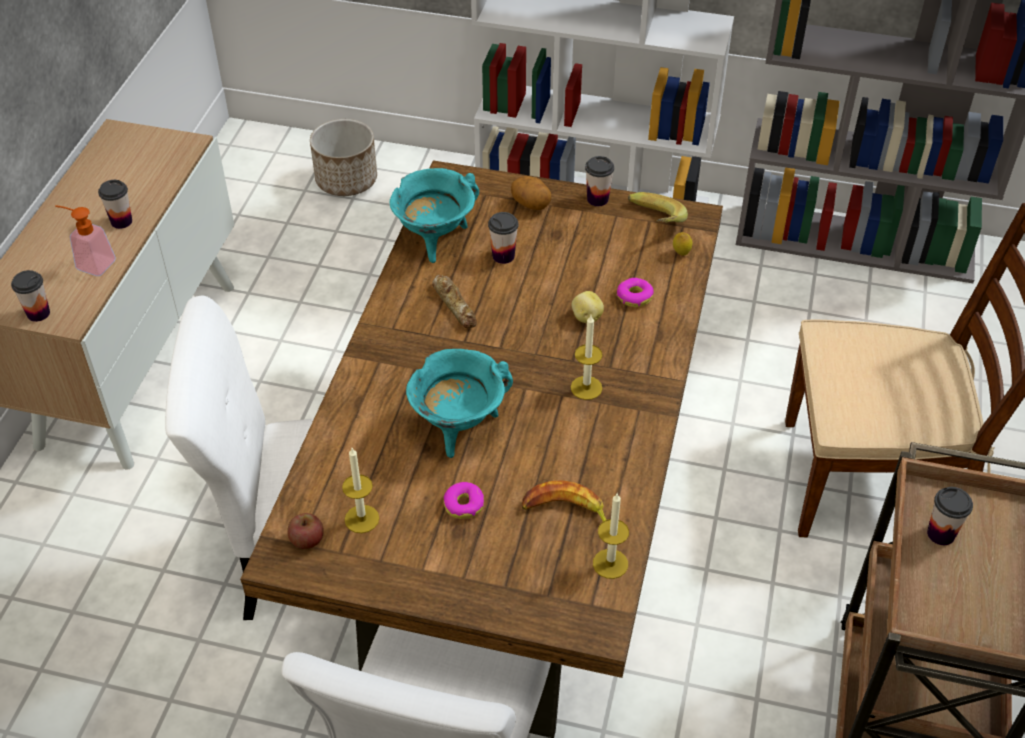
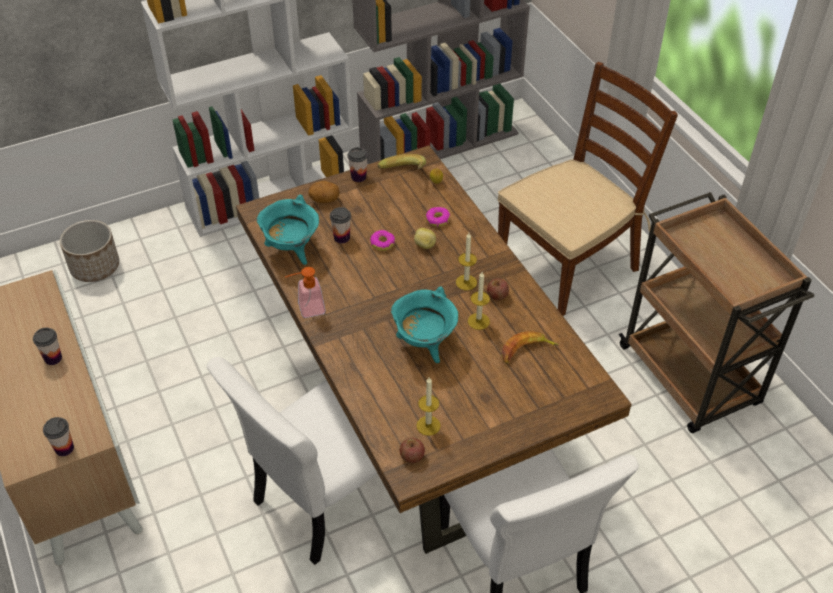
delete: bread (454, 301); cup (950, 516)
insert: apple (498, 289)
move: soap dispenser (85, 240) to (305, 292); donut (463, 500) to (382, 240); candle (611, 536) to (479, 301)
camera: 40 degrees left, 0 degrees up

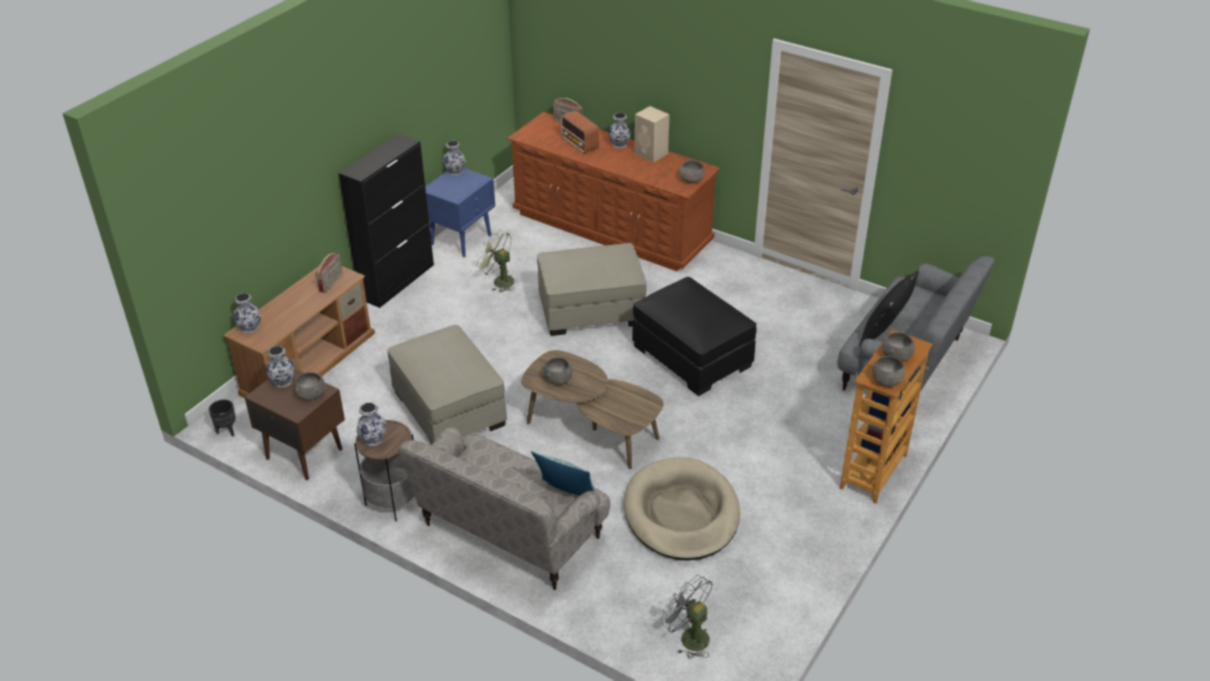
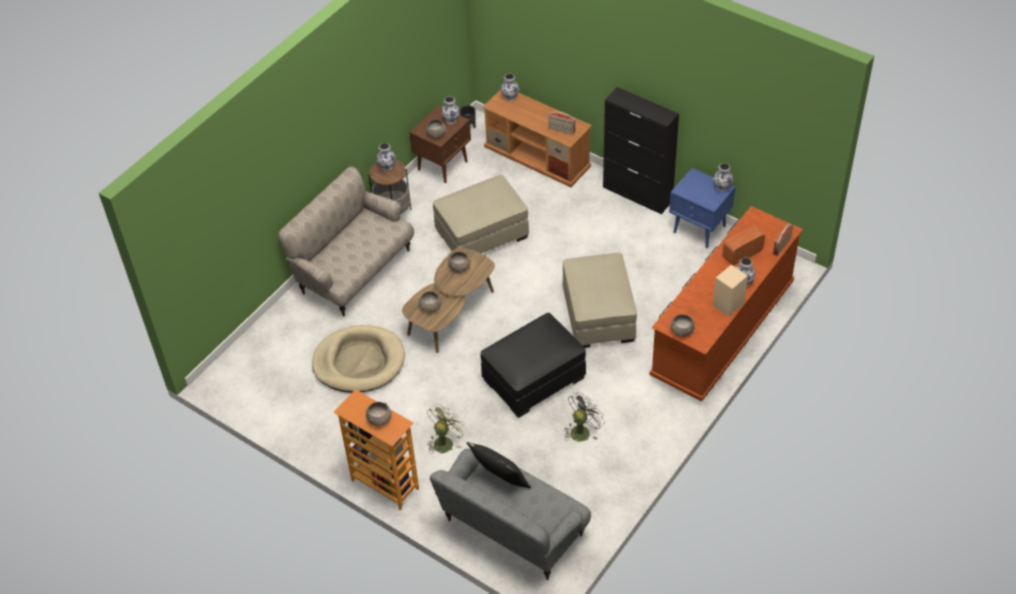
delete: pillow (563, 473)
move: grey bowl (889, 371) to (430, 302); green fan (496, 261) to (447, 429); grey fan (686, 617) to (584, 417)
camera: 95 degrees right, 10 degrees up

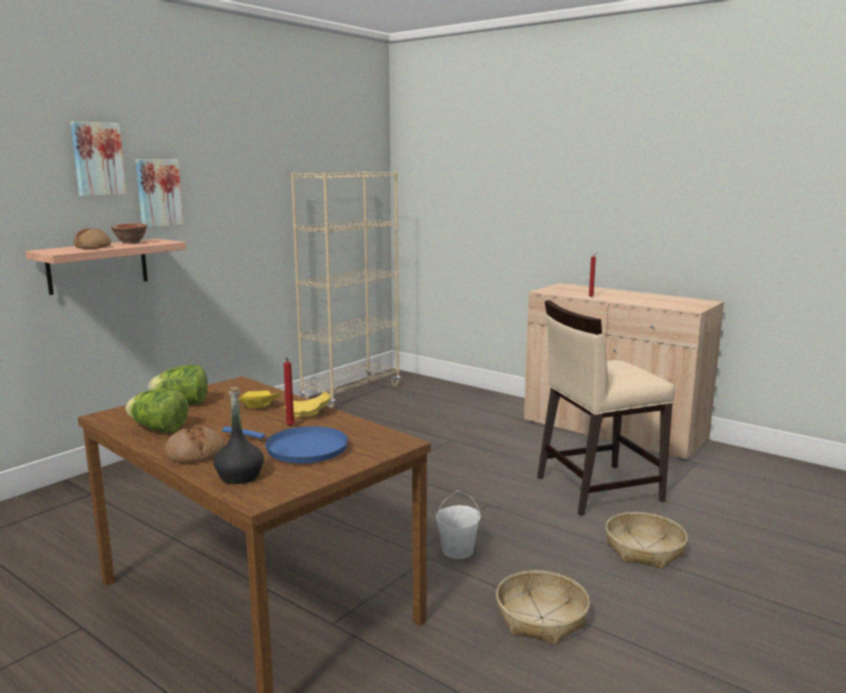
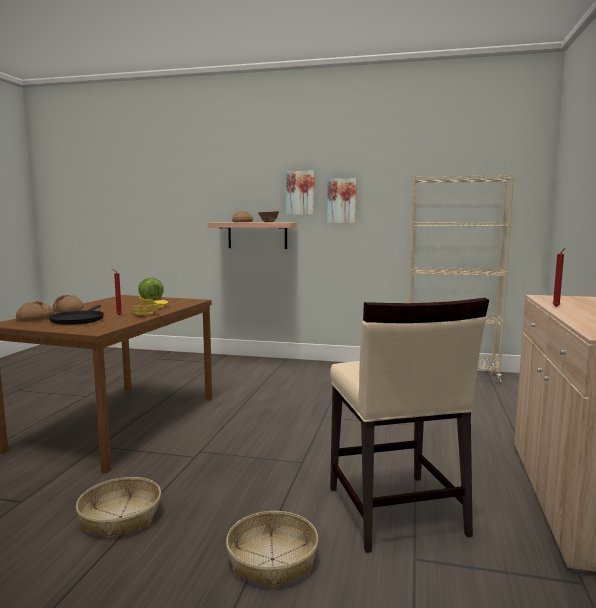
delete: lettuce (157, 410); white bucket (458, 525)
move: picture (99, 158) to (342, 200)
replace: black bottle (238, 435) to bread (35, 311)
recolor: blue frying pan (285, 444) to black frying pan (76, 315)
rotate: beige chair (606, 408) = (409, 425) 150 degrees counterclockwise
camera: 65 degrees right, 5 degrees down

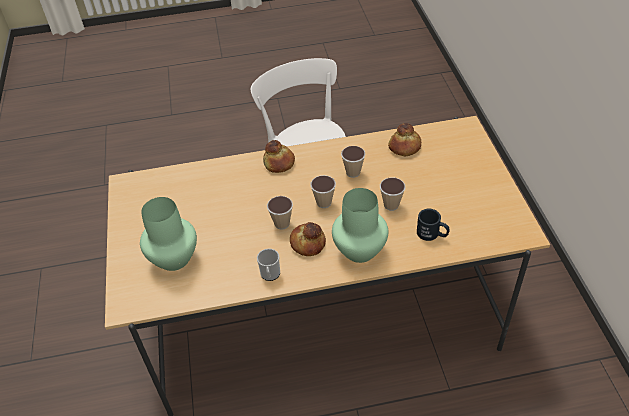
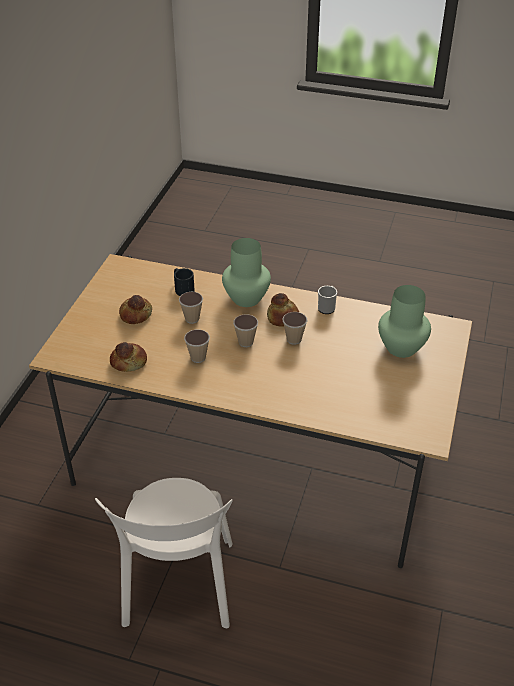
move: bread (279, 156) to (135, 309)
camera: 155 degrees left, 5 degrees down

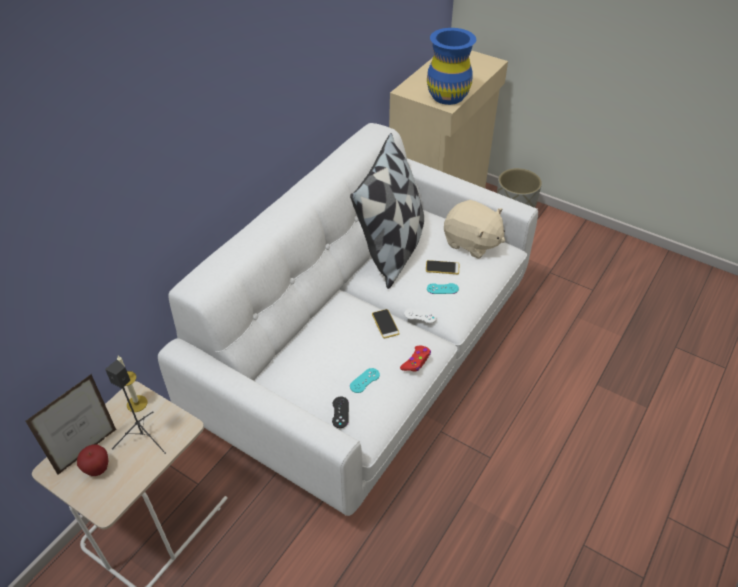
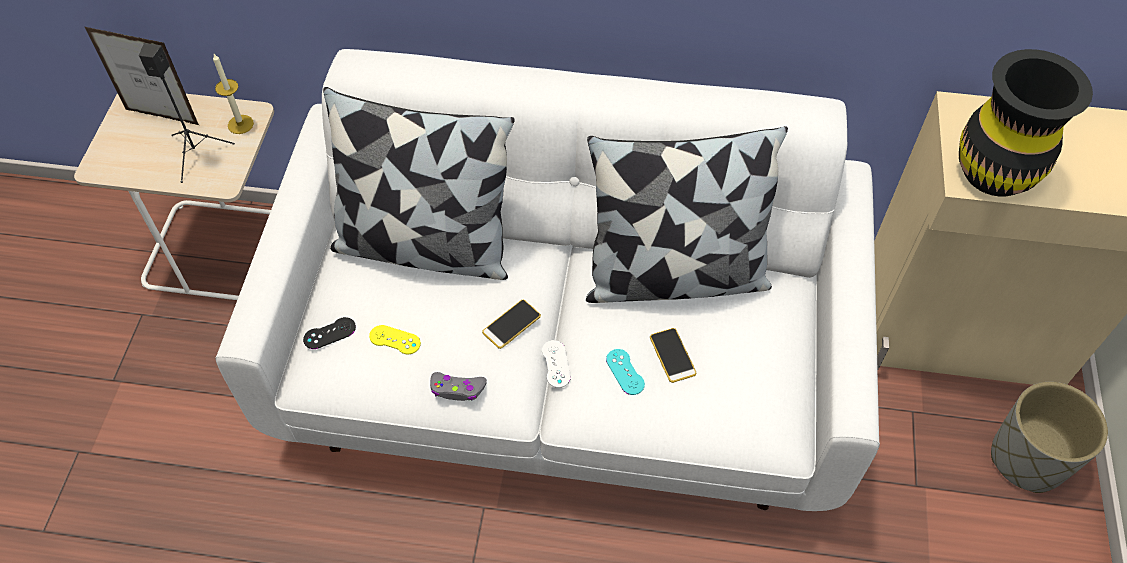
delete: apple (92, 460); beige plush toy (474, 229)
insert: pillow (419, 183)
recolor: turquoise game controller (365, 380) to yellow game controller (395, 339); red game controller (415, 359) to grey game controller (458, 386); blue vase (451, 66) to black vase (1026, 123)
camera: 65 degrees right, 10 degrees up

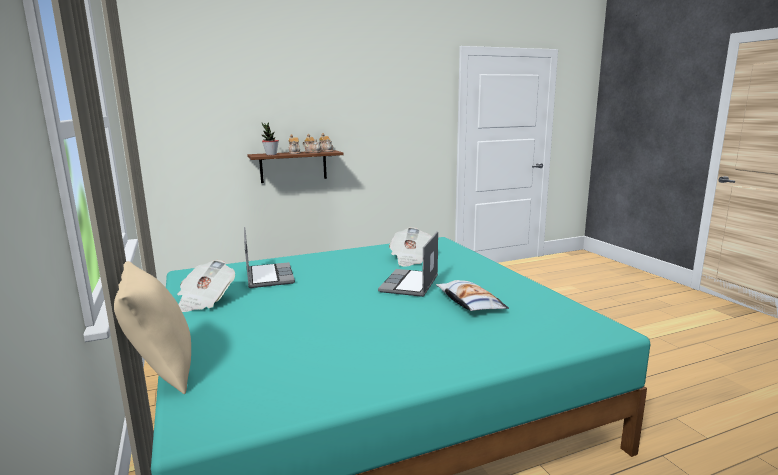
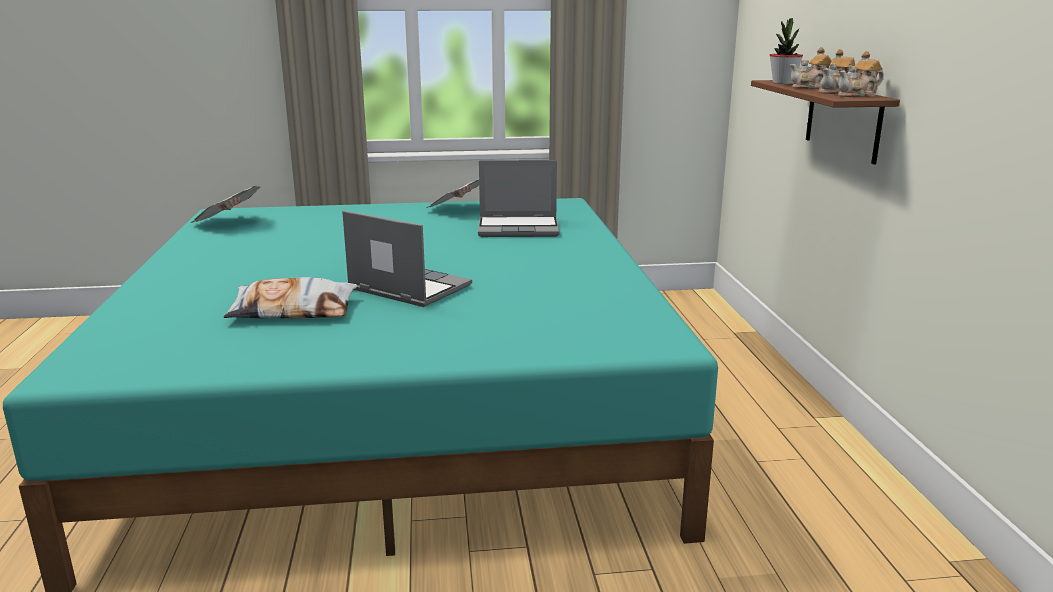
delete: beige pillow (152, 327)
move: newspaper (410, 247) to (225, 204)
camera: 105 degrees right, 5 degrees up

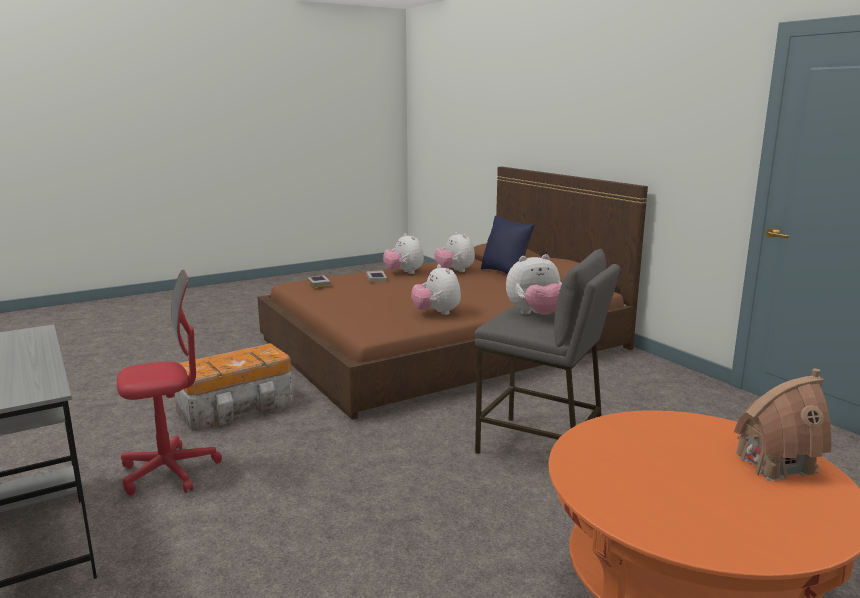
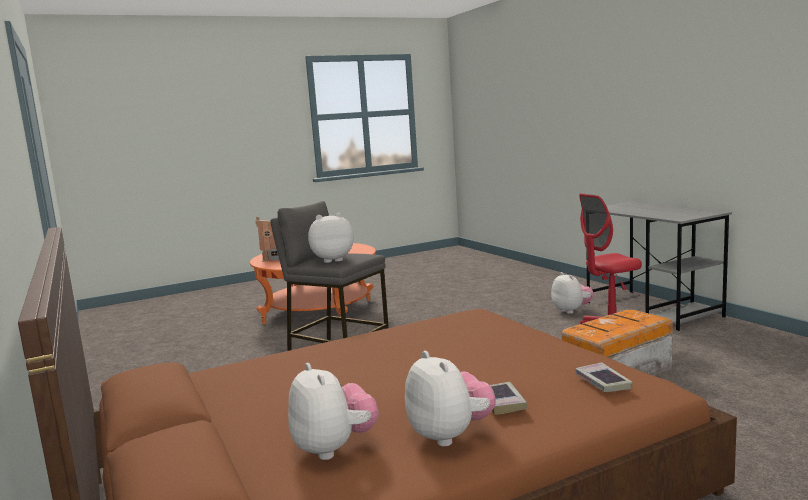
delete: blue pillow (508, 245)
move: plush toy (436, 289) to (572, 293)
camera: 175 degrees left, 5 degrees down

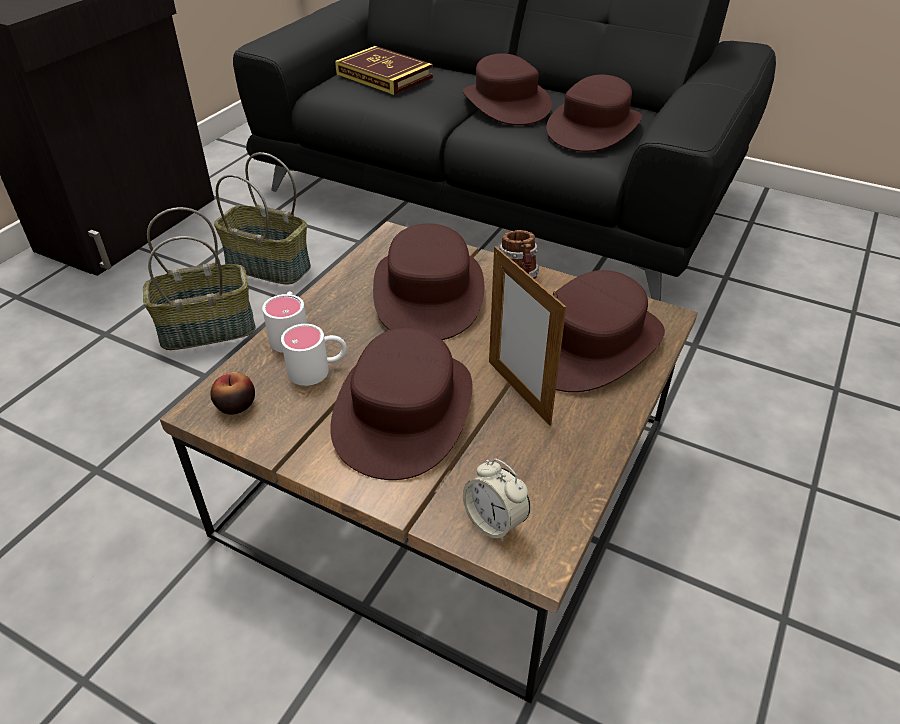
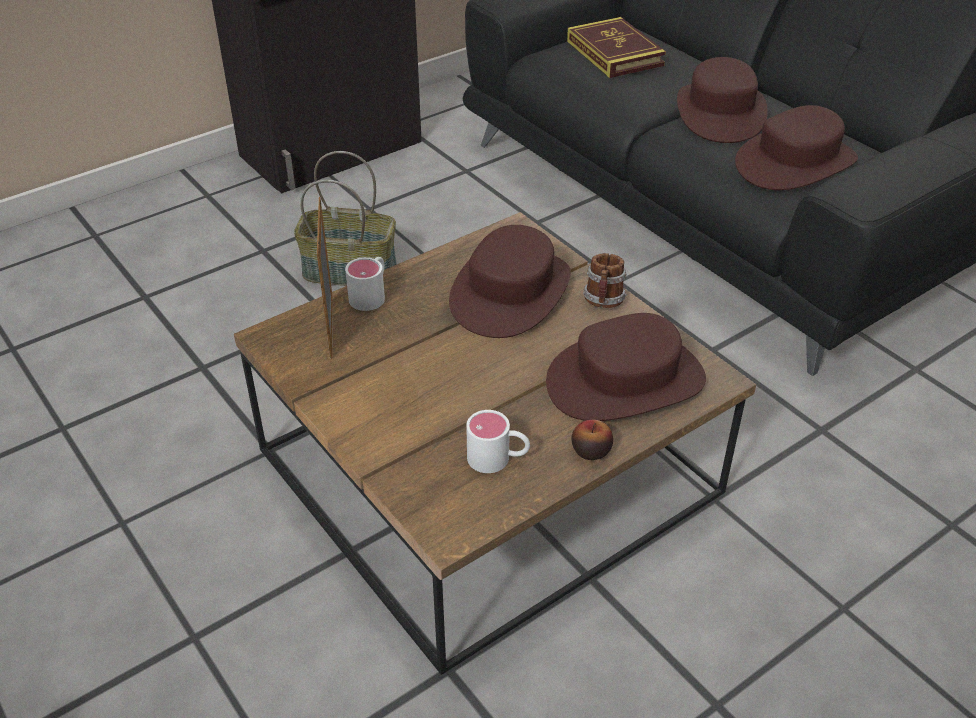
delete: basket (262, 218); brown hat (401, 404); alarm clock (496, 500)
move: picture frame (527, 336) to (325, 278); white mug (314, 355) to (498, 441); apple (232, 393) to (592, 440)
camera: 25 degrees right, 0 degrees up

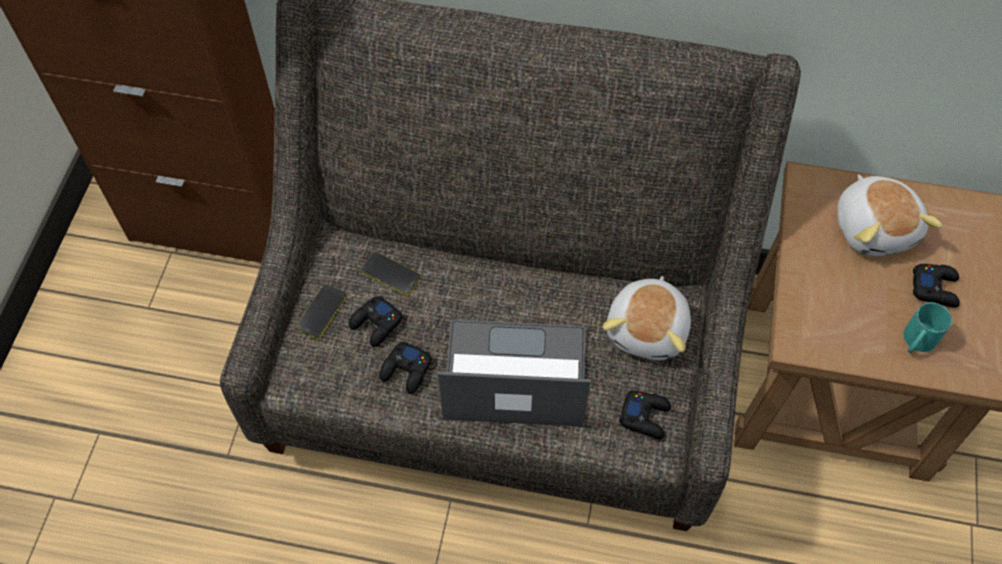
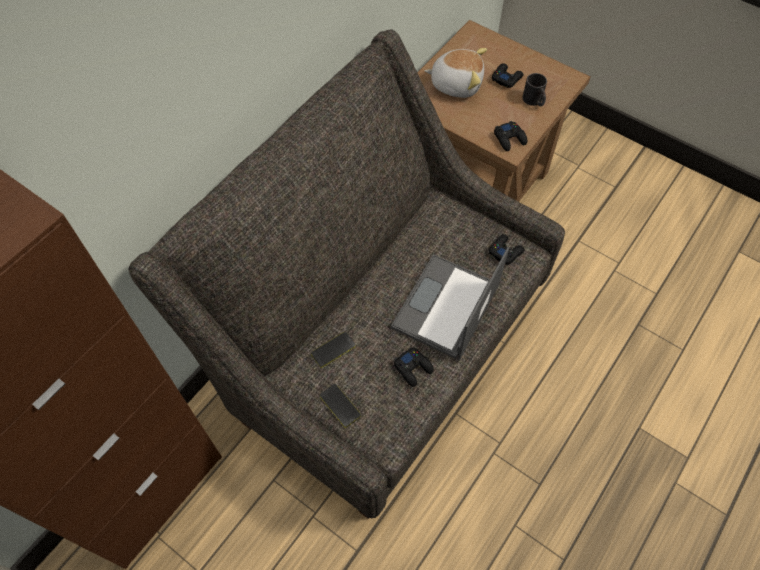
delete: plush toy (647, 318)
move: black game controller (375, 321) to (510, 136)
recolor: turquoise mug (927, 327) to black mug (534, 89)
camera: 65 degrees left, 0 degrees up

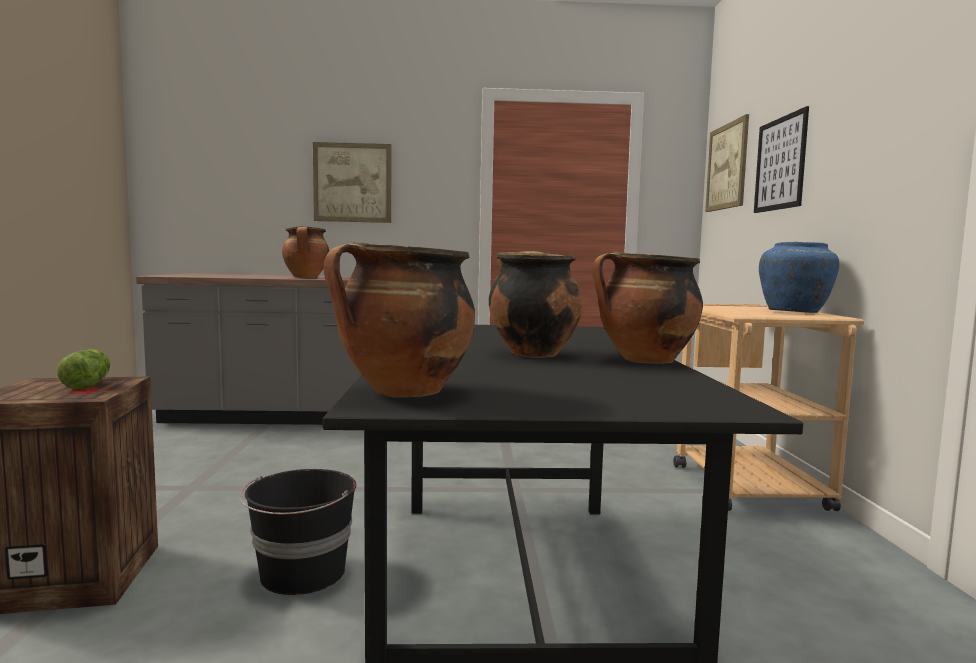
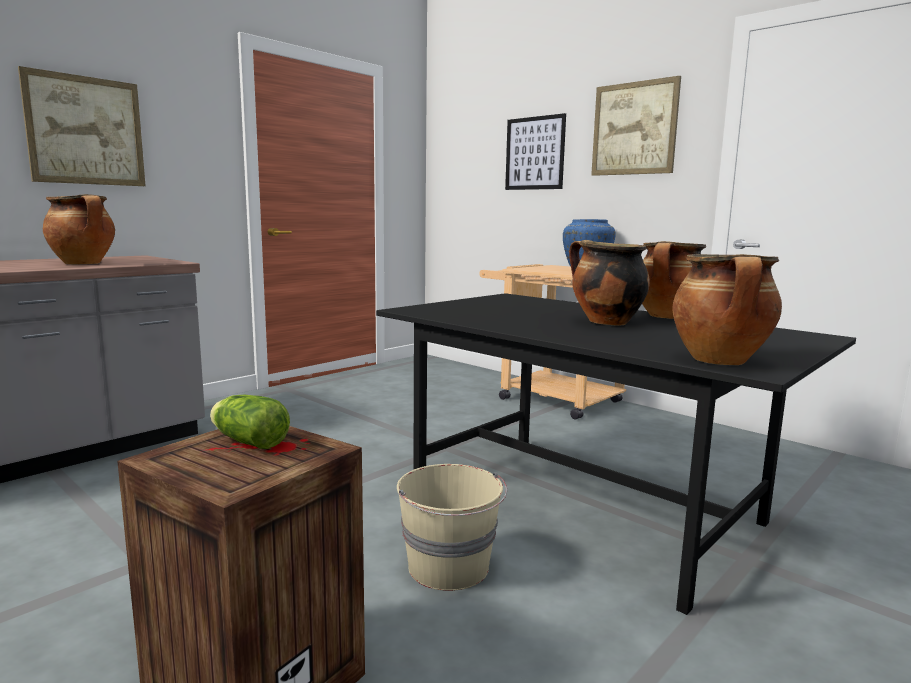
move: picture (727, 163) to (636, 126)
recolor: black bucket (297, 532) to beige bucket (452, 527)
camera: 45 degrees left, 5 degrees up

